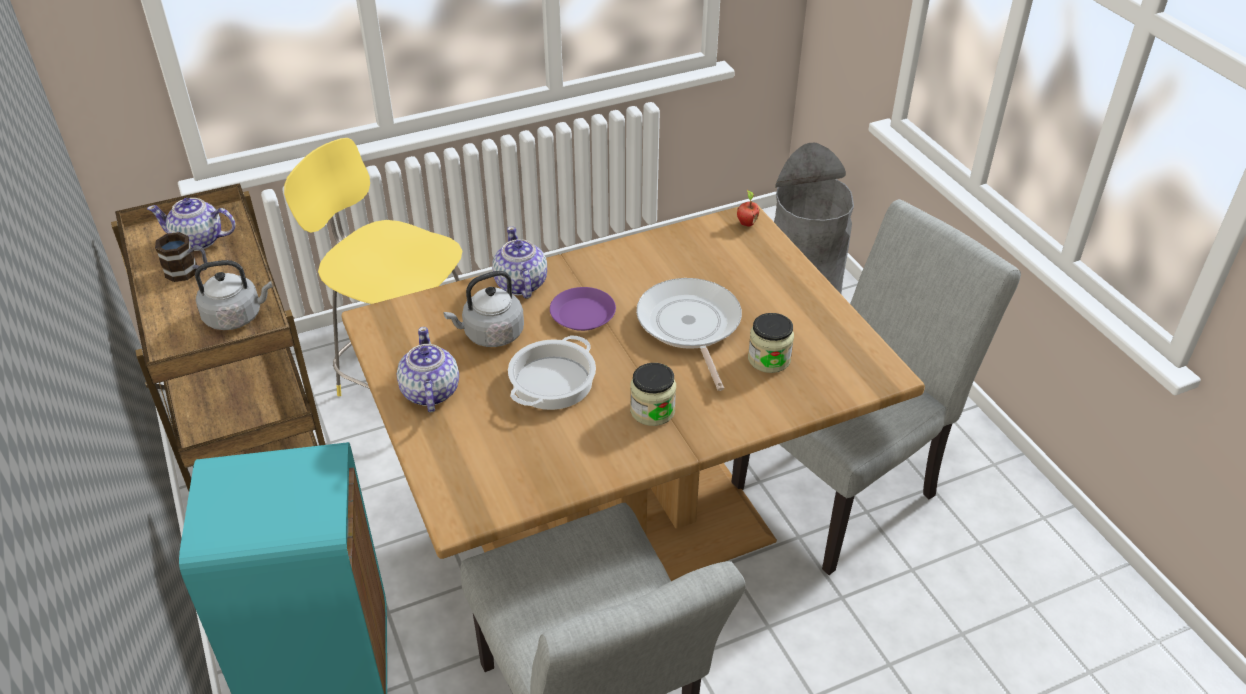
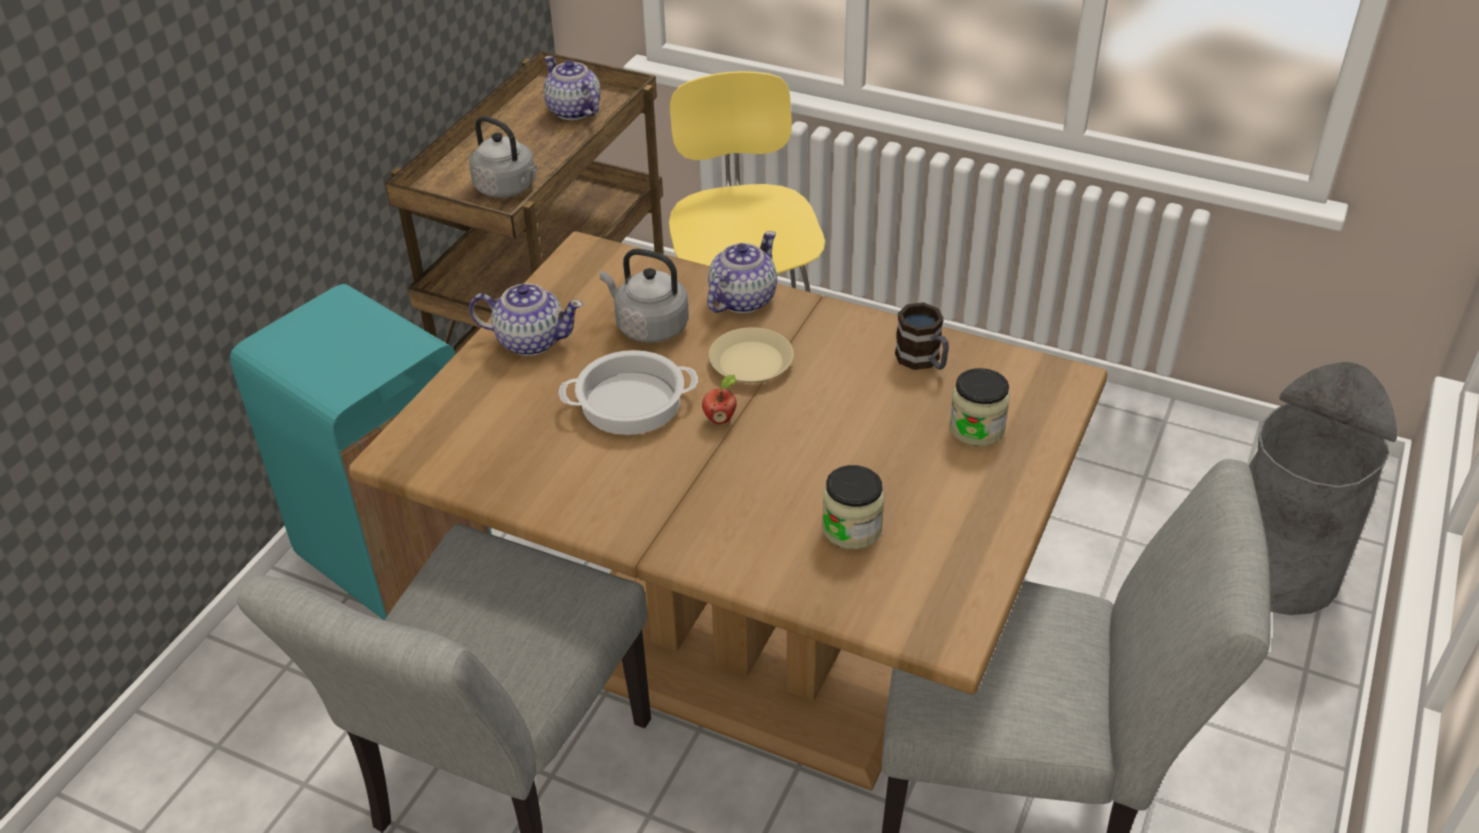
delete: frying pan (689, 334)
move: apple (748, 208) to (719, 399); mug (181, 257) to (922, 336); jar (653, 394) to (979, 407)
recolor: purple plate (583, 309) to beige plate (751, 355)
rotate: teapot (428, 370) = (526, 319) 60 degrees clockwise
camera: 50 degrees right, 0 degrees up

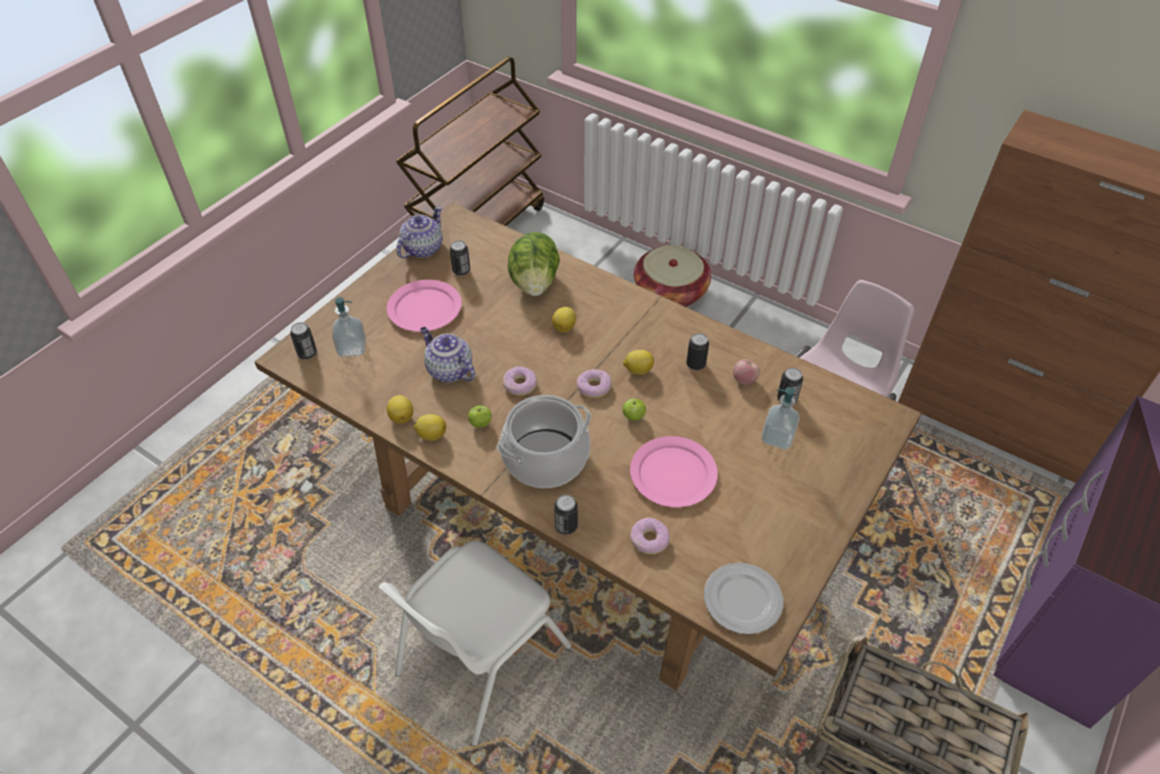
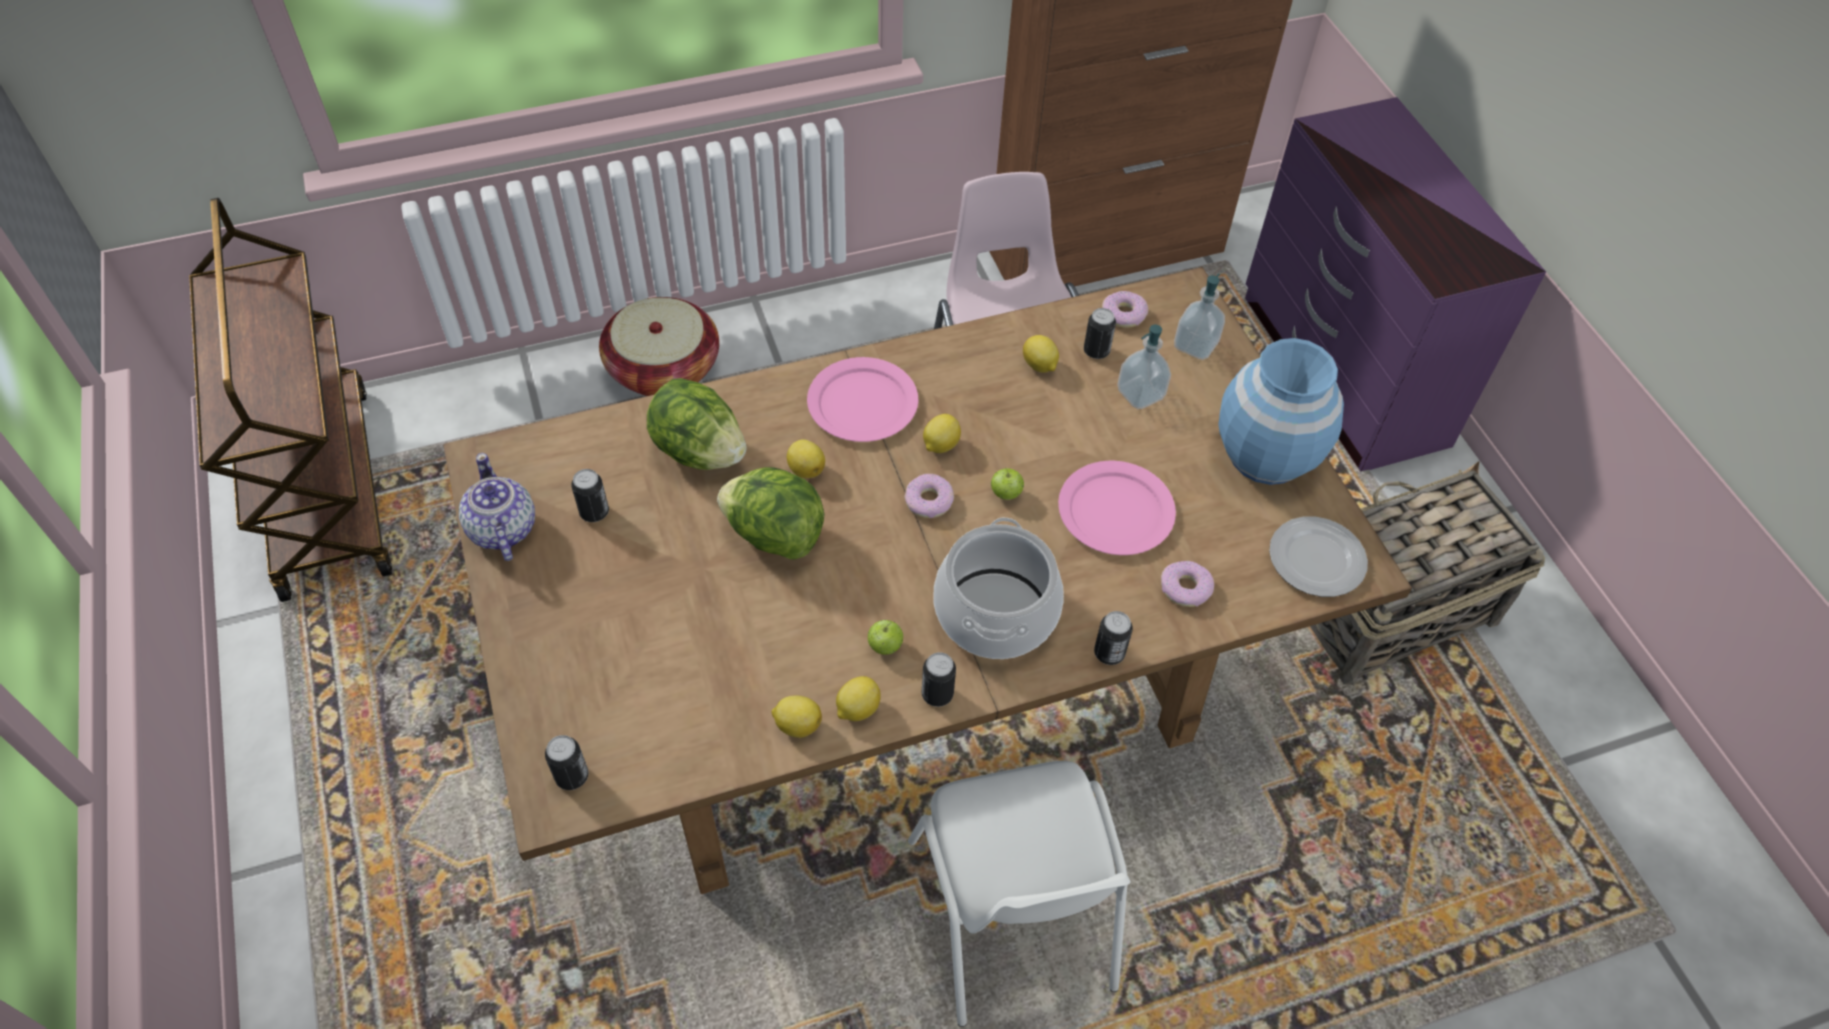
delete: teapot (447, 355)
insert: lettuce (771, 513); blue vase (1281, 411)
move: pink plate (424, 306) to (862, 399); can (697, 351) to (939, 679); donut (520, 381) to (1125, 309); soap dispenser (349, 327) to (1199, 316)
replace: apple (746, 372) to lemon (1041, 353)
camera: 55 degrees left, 5 degrees up

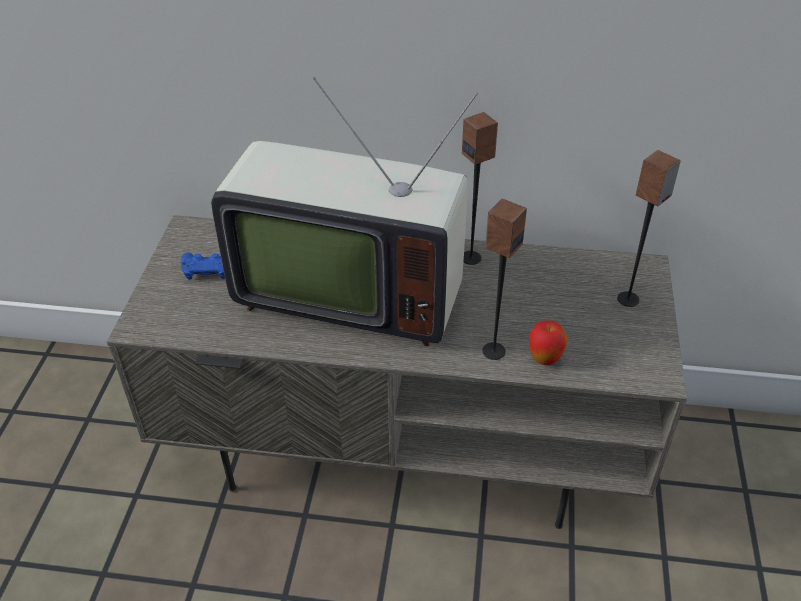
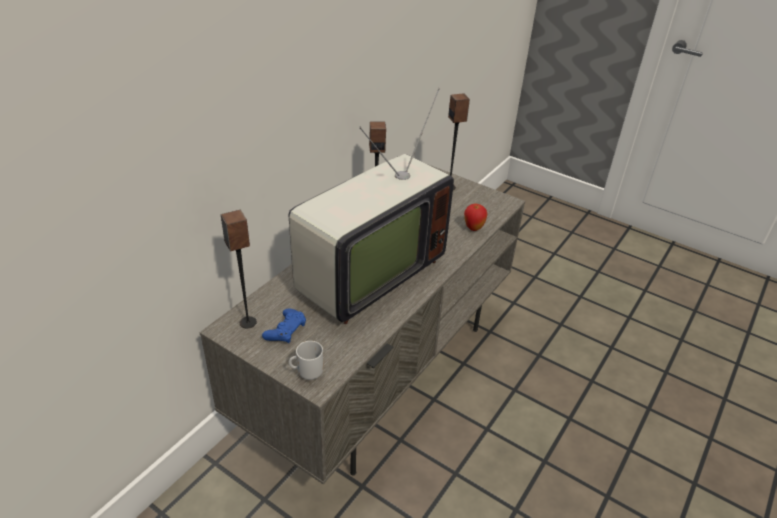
insert: mug (306, 360)
move: speaker (504, 279) to (239, 269)
camera: 65 degrees left, 5 degrees down

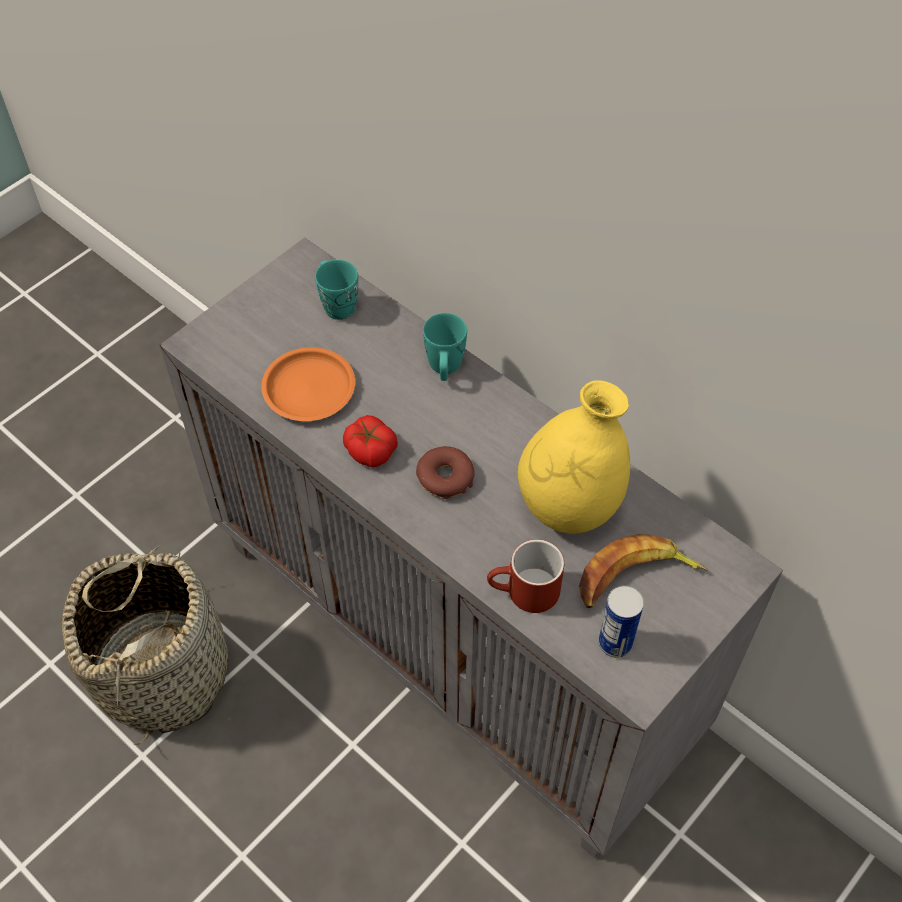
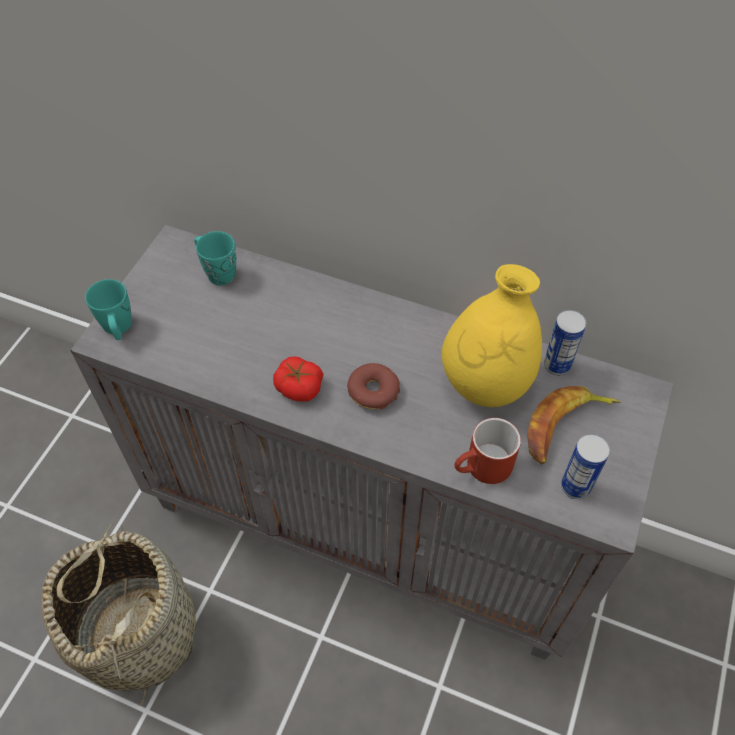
delete: orange plate (308, 384)
insert: can (565, 343)
move: turquoise mug (445, 347) to (108, 309)
camera: 20 degrees left, 0 degrees up

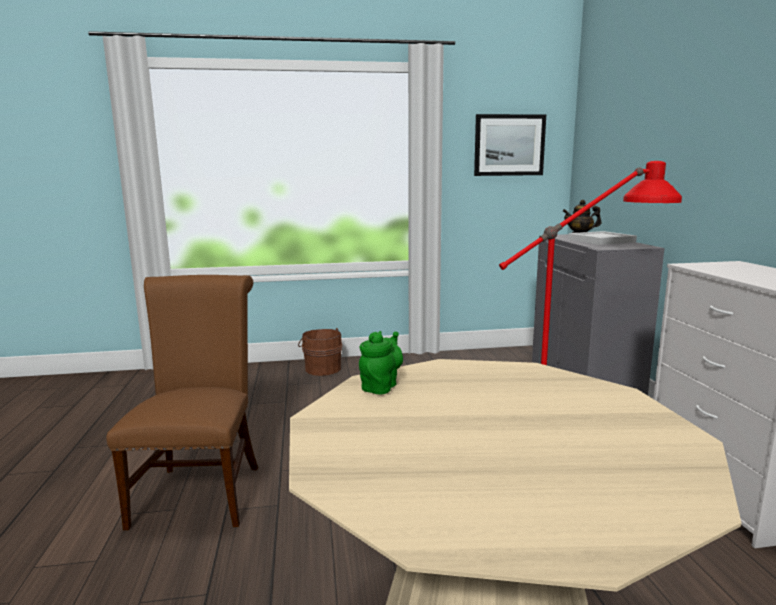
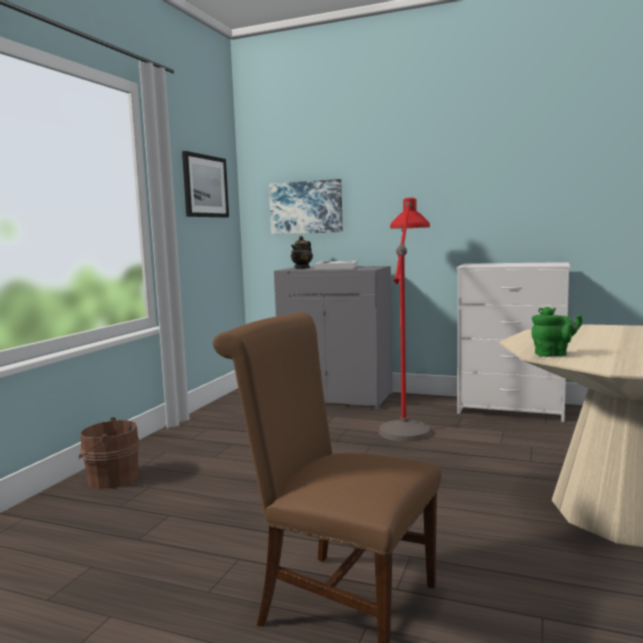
insert: picture (306, 206)
rotate: green teapot (381, 363) = (556, 332) 120 degrees clockwise
camera: 60 degrees left, 5 degrees down

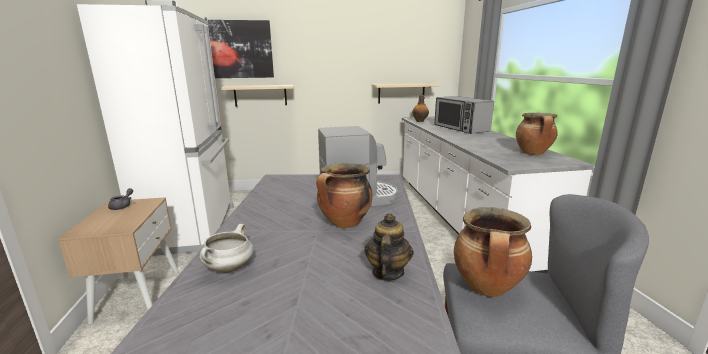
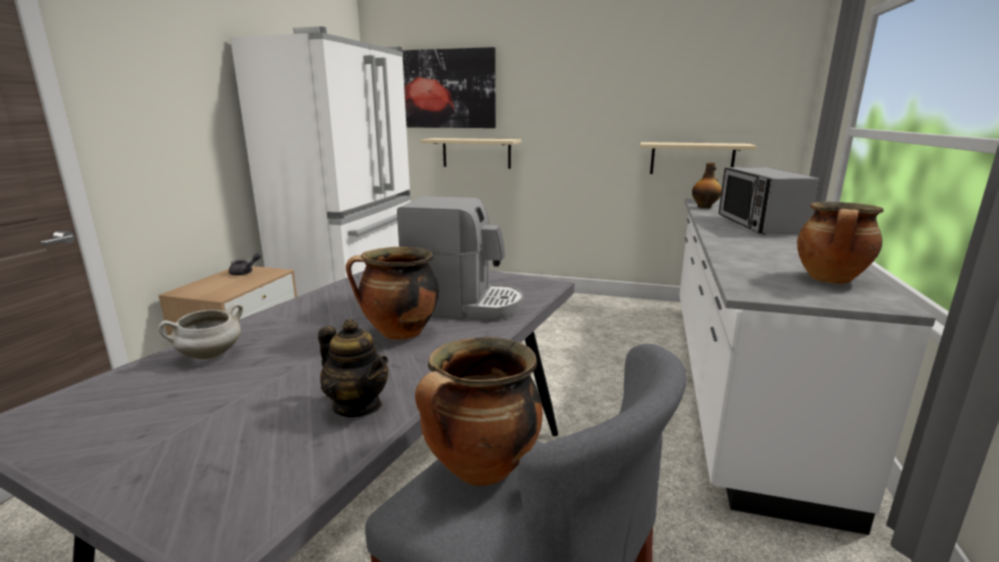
rotate: teapot (389, 247) = (353, 368) 90 degrees clockwise
camera: 25 degrees right, 0 degrees up

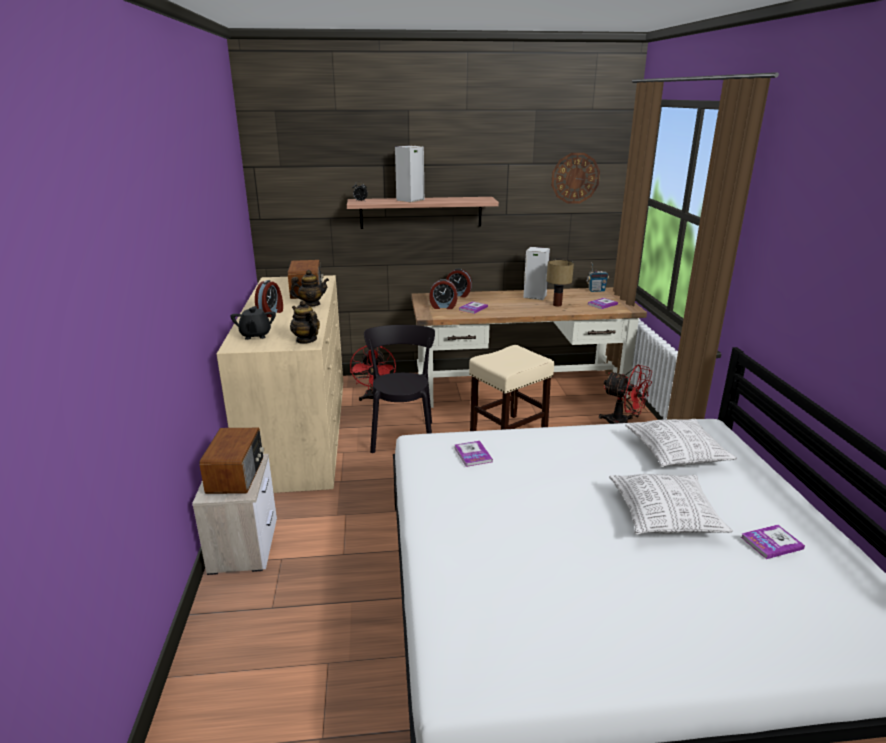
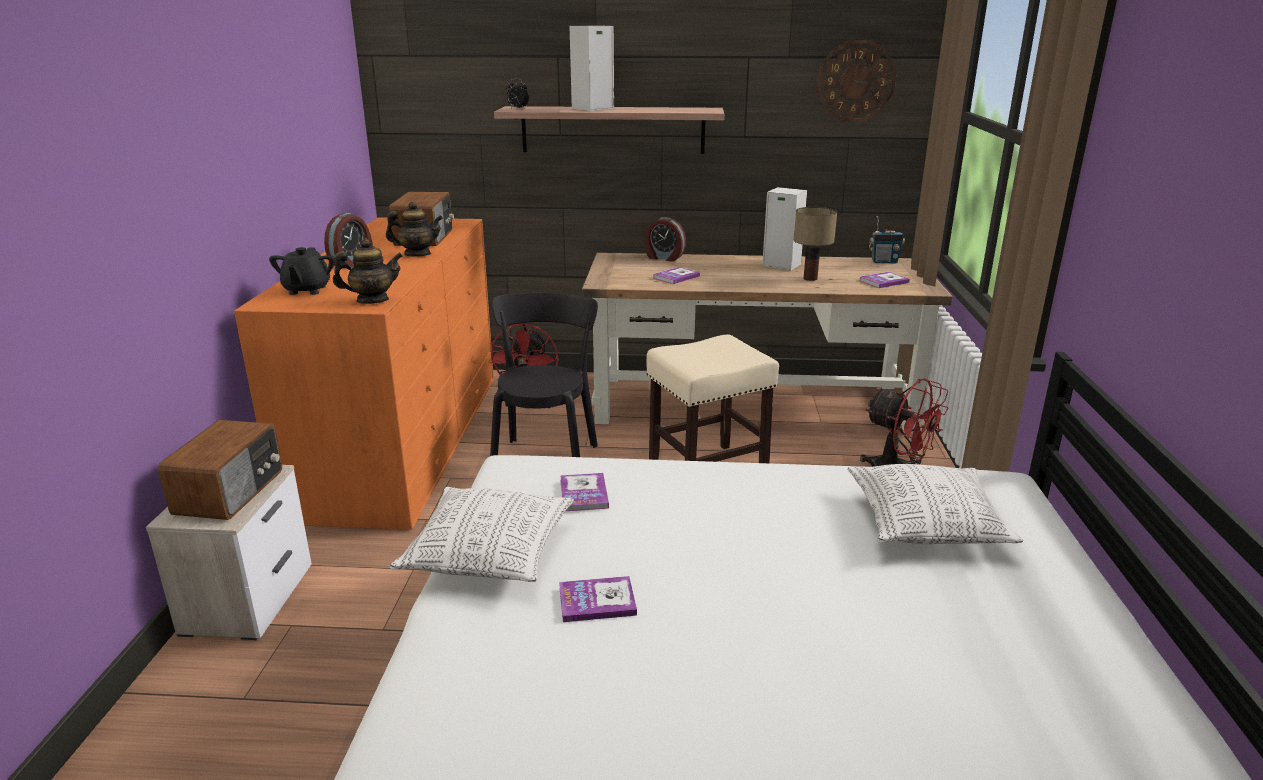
delete: alarm clock (443, 294)
move: pillow (671, 504) to (482, 534); book (773, 542) to (598, 599)
recolor: beige dresser (279, 384) to orange dresser (364, 373)
rotate: teapot (305, 322) = (368, 271) 105 degrees clockwise
camera: 10 degrees right, 0 degrees up

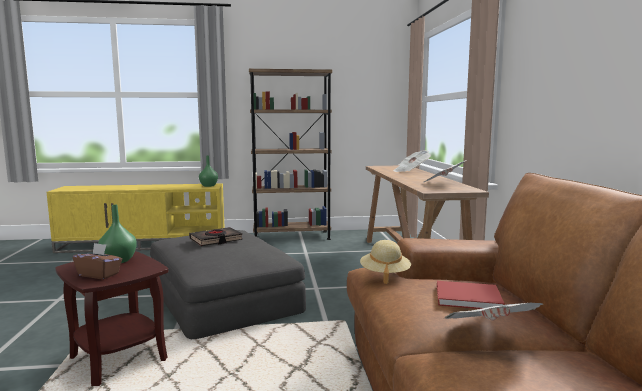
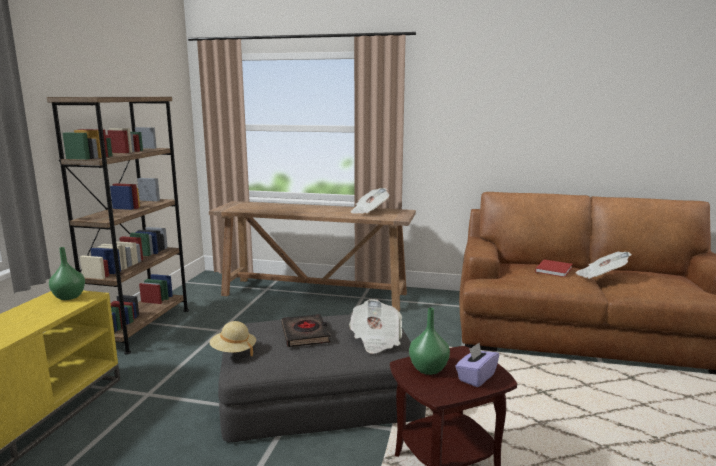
move: beige hat (385, 262) to (233, 338); newspaper (412, 161) to (375, 326)
recolor: brown tissue box (97, 261) to purple tissue box (477, 365)
camera: 70 degrees left, 5 degrees up

